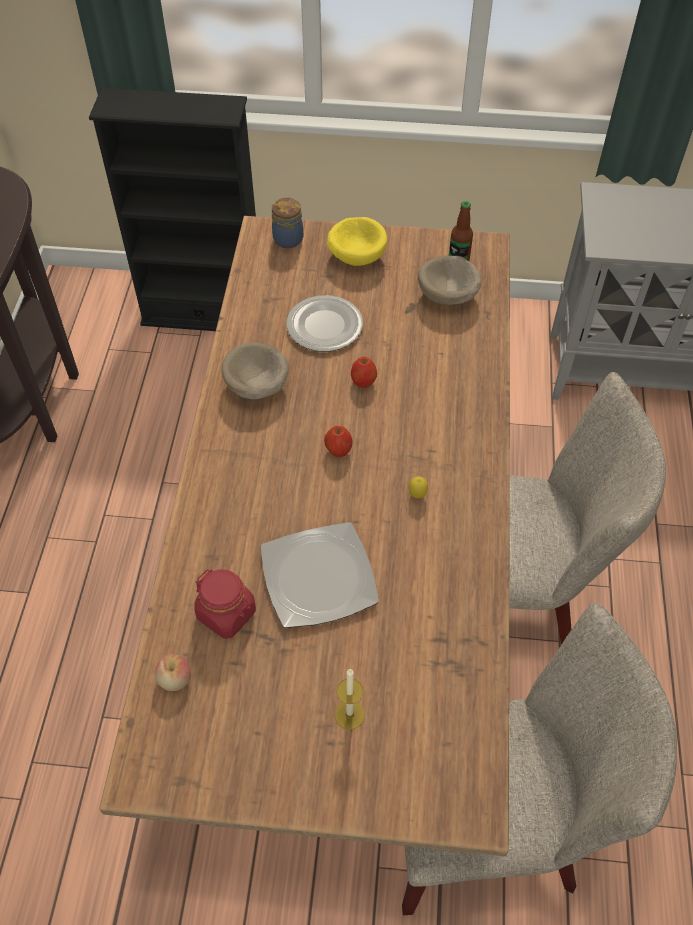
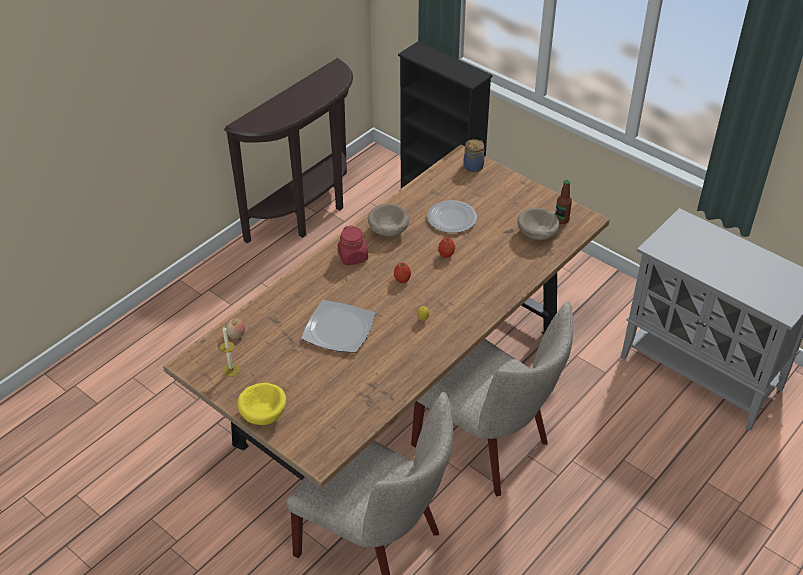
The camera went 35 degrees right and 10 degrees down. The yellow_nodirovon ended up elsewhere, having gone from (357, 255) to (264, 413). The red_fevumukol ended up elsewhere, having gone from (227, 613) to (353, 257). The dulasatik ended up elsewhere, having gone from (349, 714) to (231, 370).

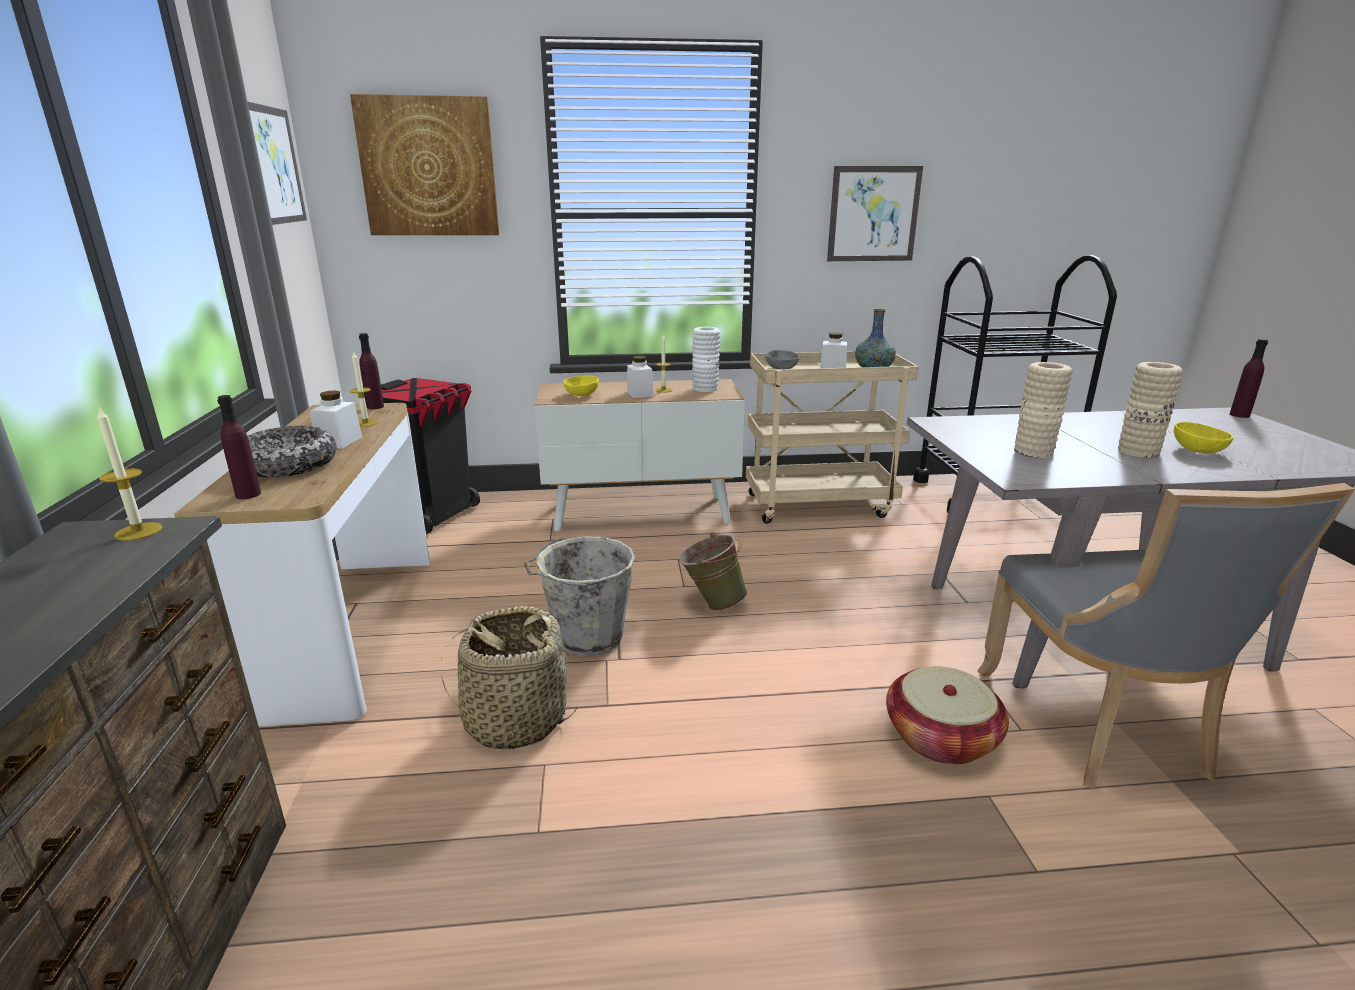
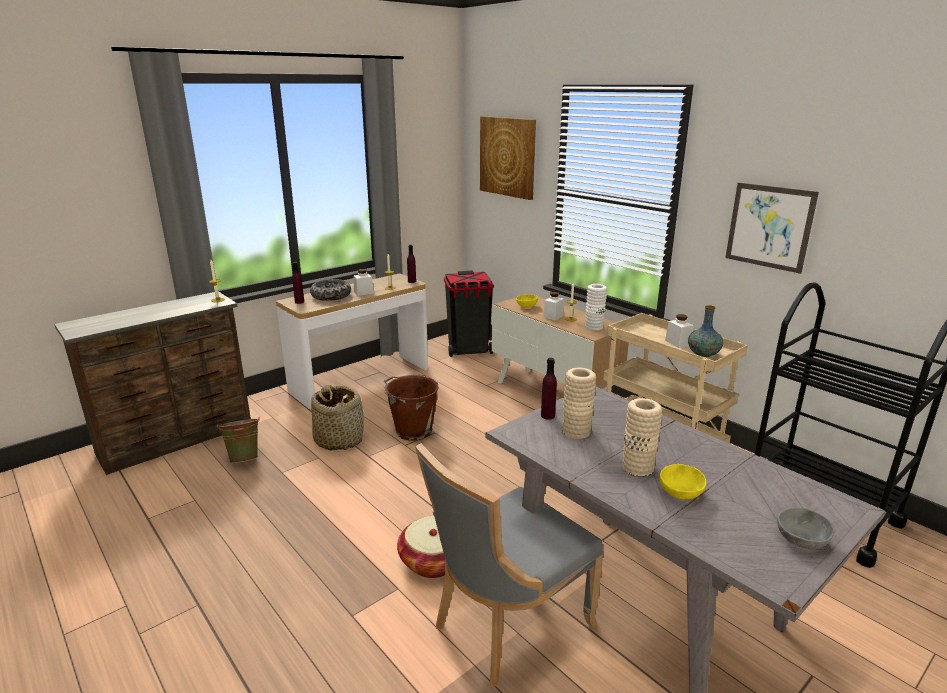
The camera went 55 degrees right and 0 degrees up. The second view lost the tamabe at (274, 165). The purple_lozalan ended up elsewhere, having gone from (1239, 415) to (547, 416). The grey_nodirovon ended up elsewhere, having gone from (782, 369) to (802, 541). The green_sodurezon ended up elsewhere, having gone from (712, 603) to (244, 458). What was the grey_sodurezon at (586, 638) turned into the brown_sodurezon at (412, 430).

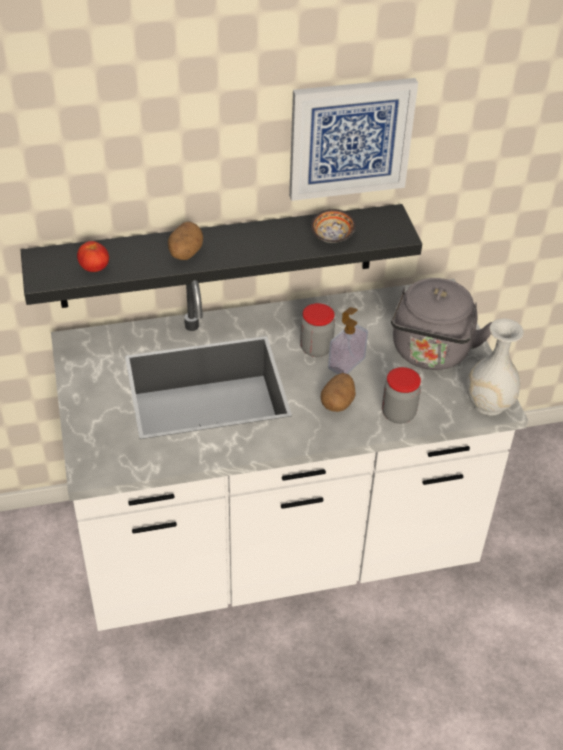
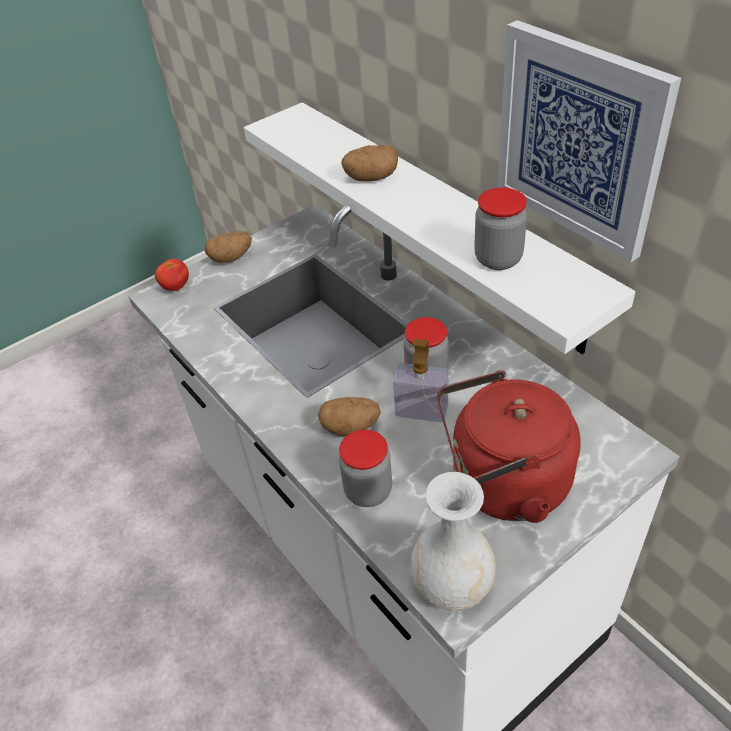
The camera went 70 degrees right and 0 degrees up. What was the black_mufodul at (218, 256) turned into the white_mufodul at (438, 219). Where the nodirovon stood at (332, 237), the fevumukol came to stand at (498, 259). The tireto ended up elsewhere, having gone from (94, 268) to (176, 287). What was the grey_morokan at (430, 353) turned into the red_morokan at (502, 484). The second view gained the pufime at (231, 258).

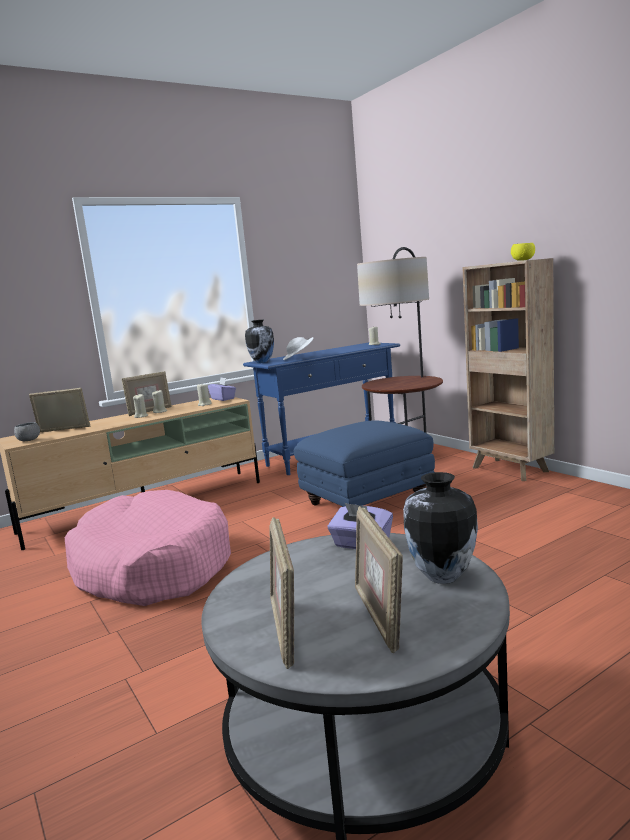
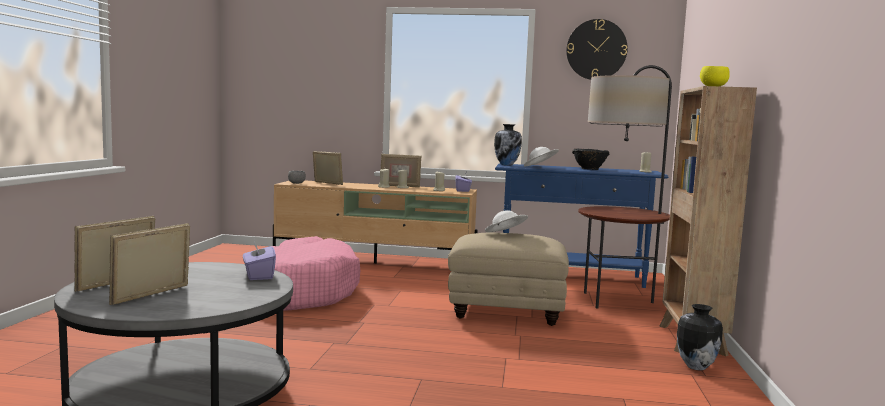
The camera went 40 degrees right and 5 degrees down. What was the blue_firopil at (366, 501) turned into the beige_firopil at (505, 312). The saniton ended up elsewhere, having gone from (441, 577) to (695, 367). The second view gained the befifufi at (596, 49). The second view gained the black_nodirovon at (589, 169). The second view gained the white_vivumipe at (505, 235).

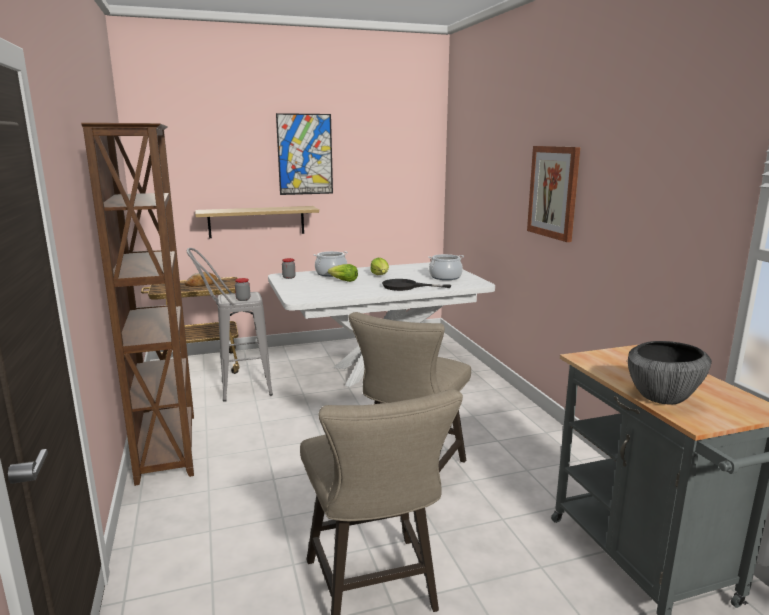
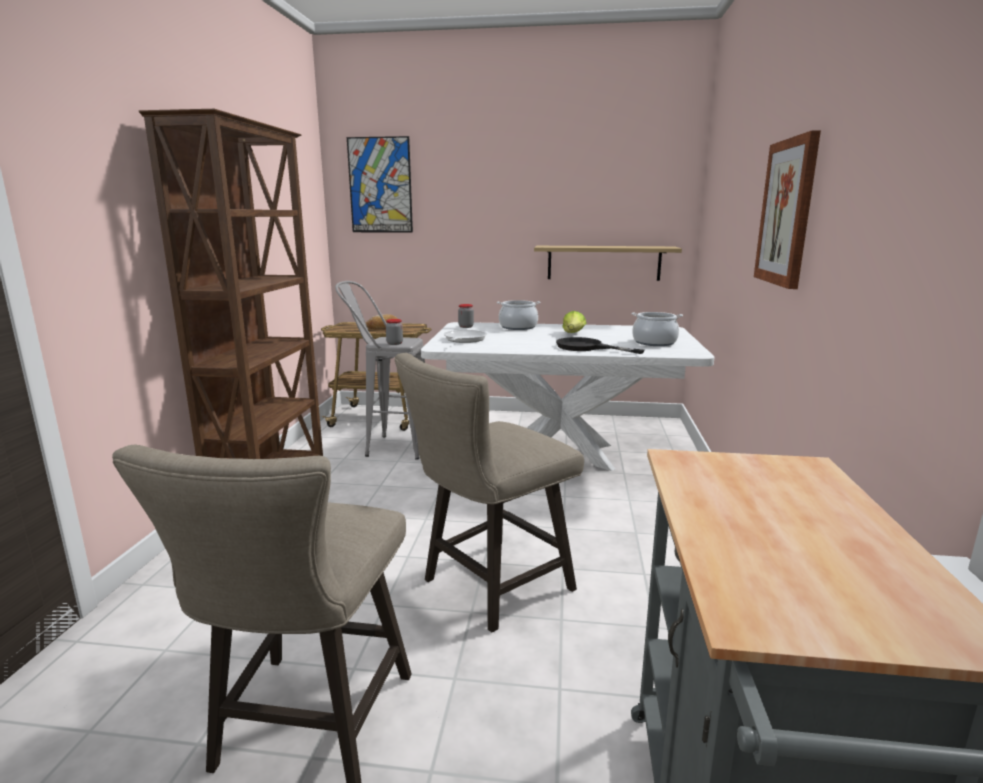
The camera went 25 degrees right and 0 degrees up. The tamabe ended up elsewhere, having gone from (305, 154) to (380, 185). The mufodul ended up elsewhere, having gone from (256, 221) to (603, 263). The second view lost the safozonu at (343, 281). The second view lost the nodirovon at (662, 397). The second view gained the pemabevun at (463, 340).

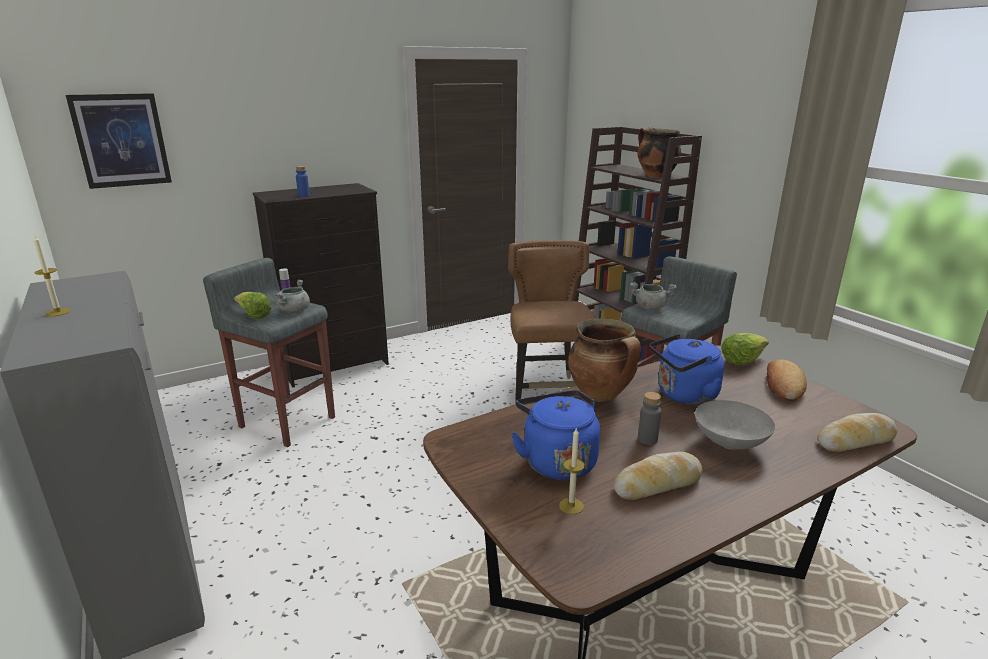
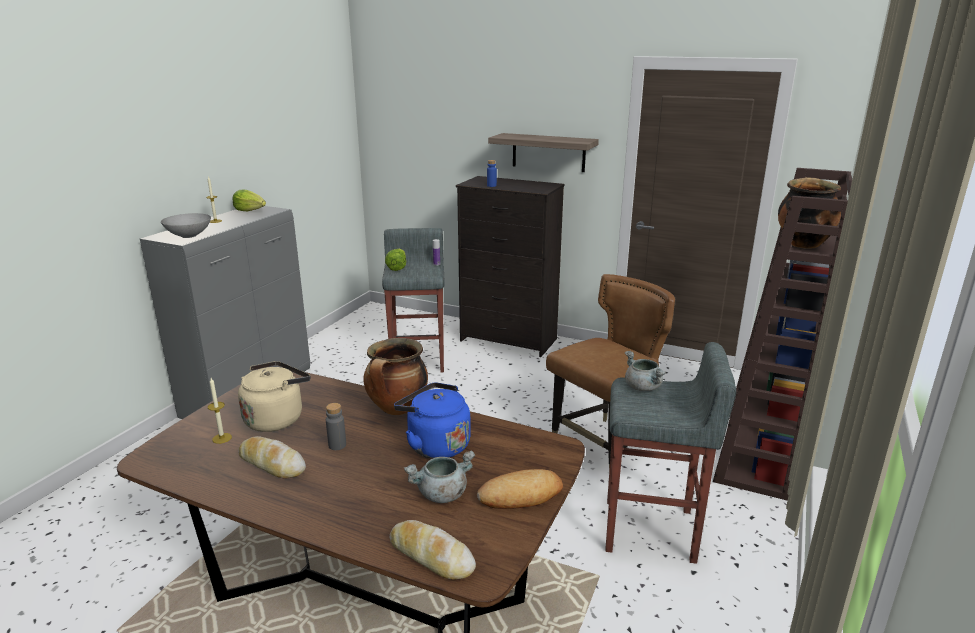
The camera went 55 degrees right and 0 degrees up. The second view lost the tamabe at (121, 140). The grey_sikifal ended up elsewhere, having gone from (294, 310) to (442, 495). The safozonu ended up elsewhere, having gone from (741, 360) to (250, 211). What was the blue_morokan at (556, 461) turned into the beige_morokan at (276, 418). The grey_nodirovon ended up elsewhere, having gone from (729, 443) to (188, 236). The second view gained the mufodul at (548, 152).

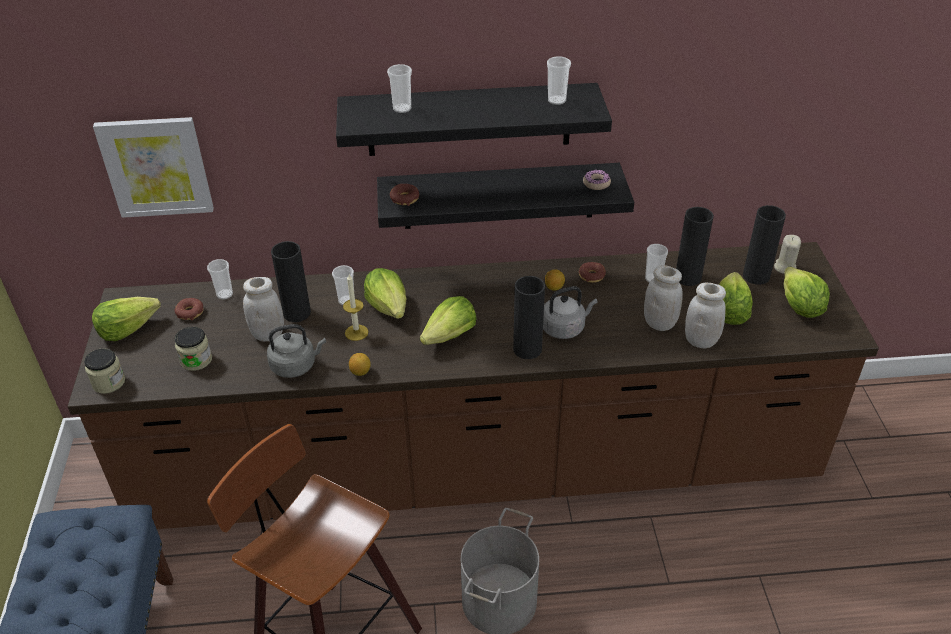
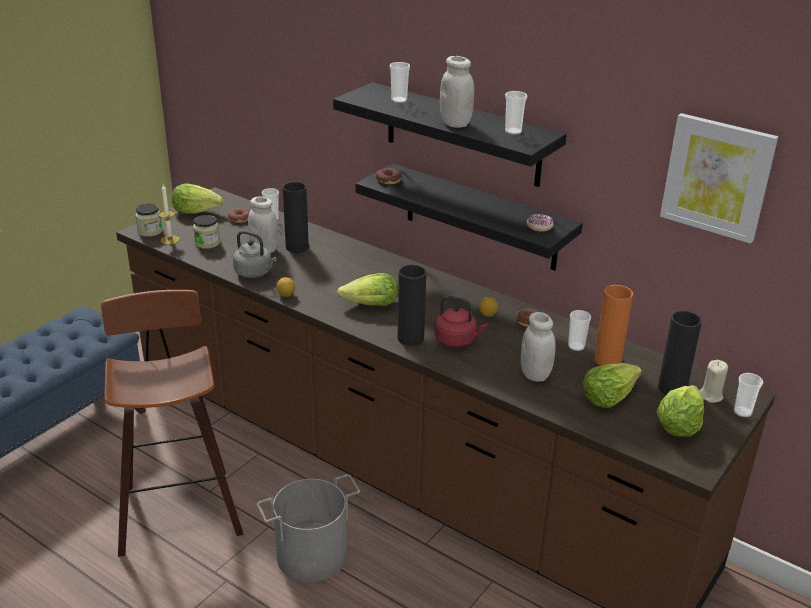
The camera went 40 degrees right and 10 degrees down. The tamabe ended up elsewhere, having gone from (156, 166) to (717, 177). What was the black_saniton at (688, 277) turned into the orange_saniton at (607, 360). The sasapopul ended up elsewhere, having gone from (346, 301) to (742, 412). The second view lost the safozonu at (389, 307). The dulasatik ended up elsewhere, having gone from (356, 332) to (170, 240). The white_fevumukol ended up elsewhere, having gone from (700, 341) to (455, 123). What was the grey_morokan at (565, 328) turned into the red_morokan at (457, 340).

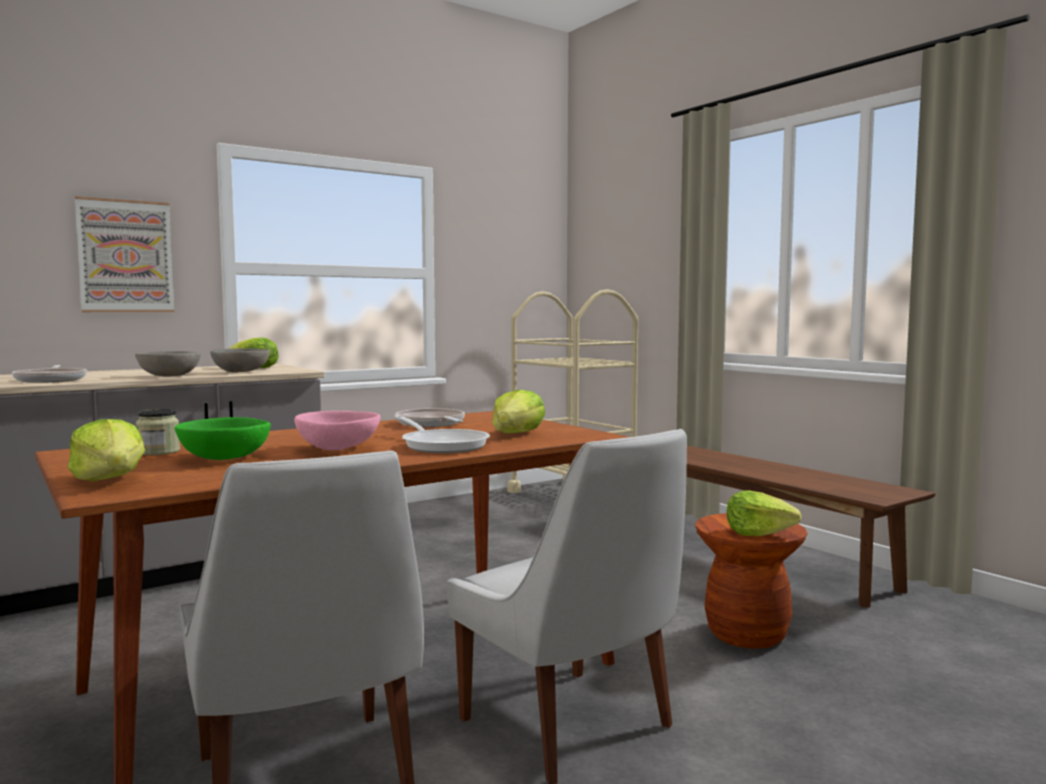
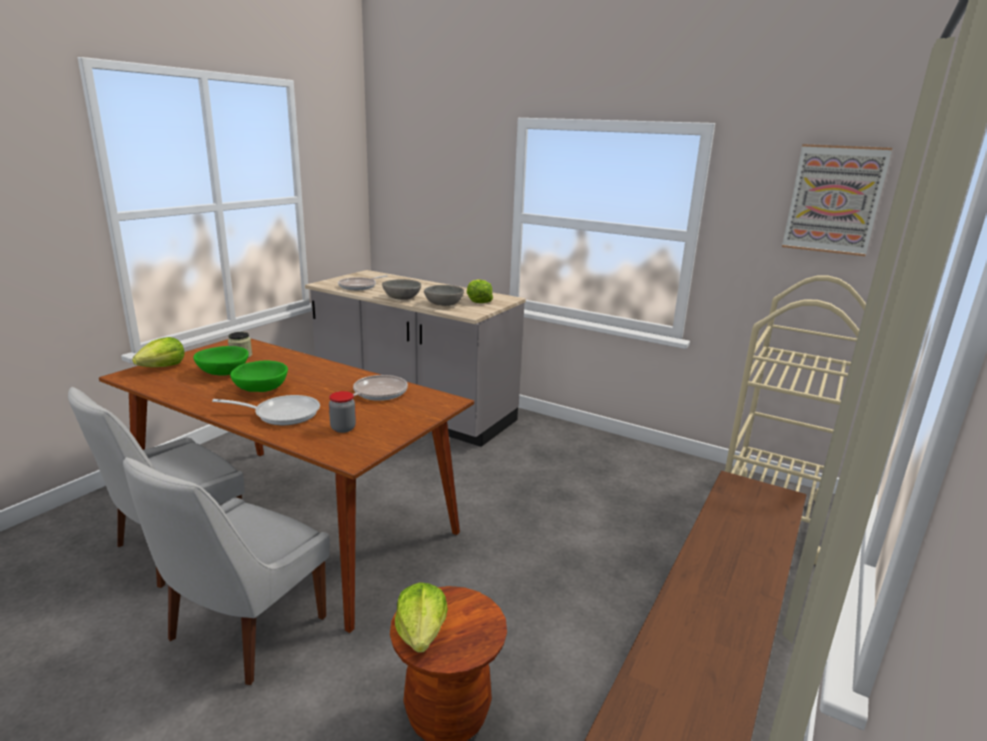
The camera went 65 degrees right and 15 degrees up. The tamabe ended up elsewhere, having gone from (125, 256) to (834, 199). Where the safozonu stood at (516, 434), the fevumukol came to stand at (343, 428). What was the pink_nodirovon at (337, 448) turned into the green_nodirovon at (260, 389). The pemabevun at (442, 445) ended up facing another way, 120 degrees counterclockwise from before.

